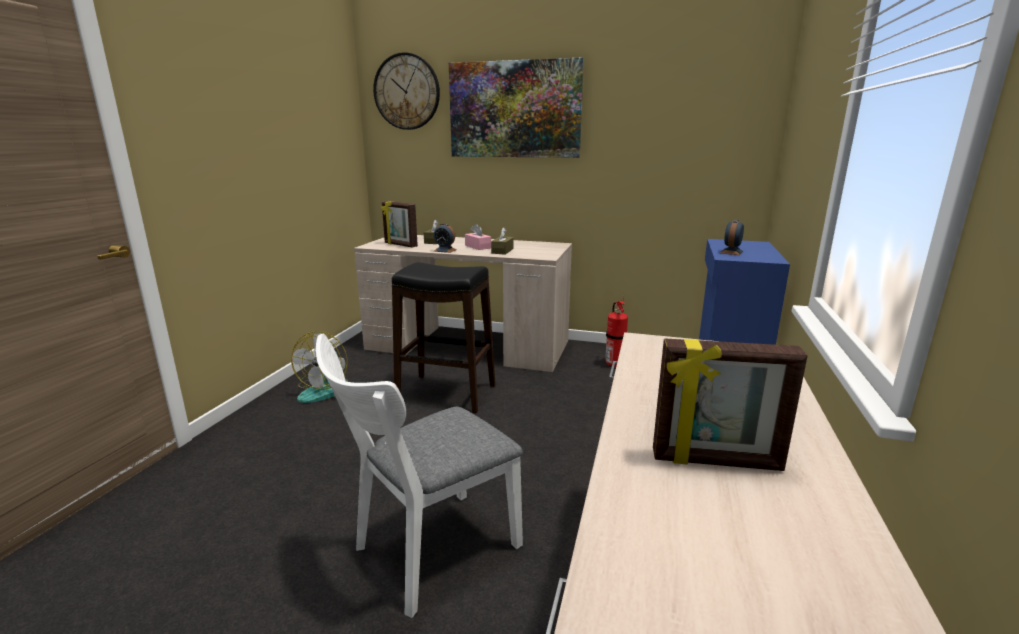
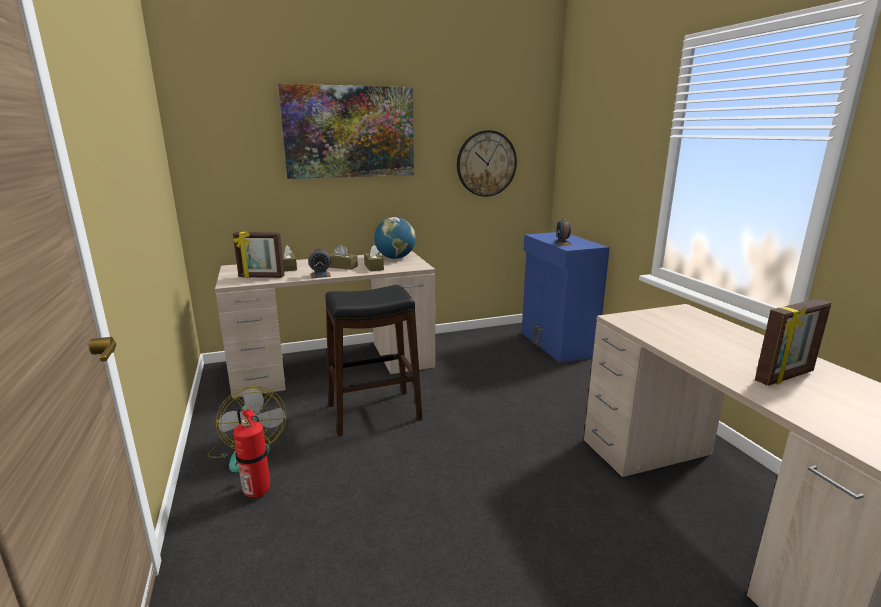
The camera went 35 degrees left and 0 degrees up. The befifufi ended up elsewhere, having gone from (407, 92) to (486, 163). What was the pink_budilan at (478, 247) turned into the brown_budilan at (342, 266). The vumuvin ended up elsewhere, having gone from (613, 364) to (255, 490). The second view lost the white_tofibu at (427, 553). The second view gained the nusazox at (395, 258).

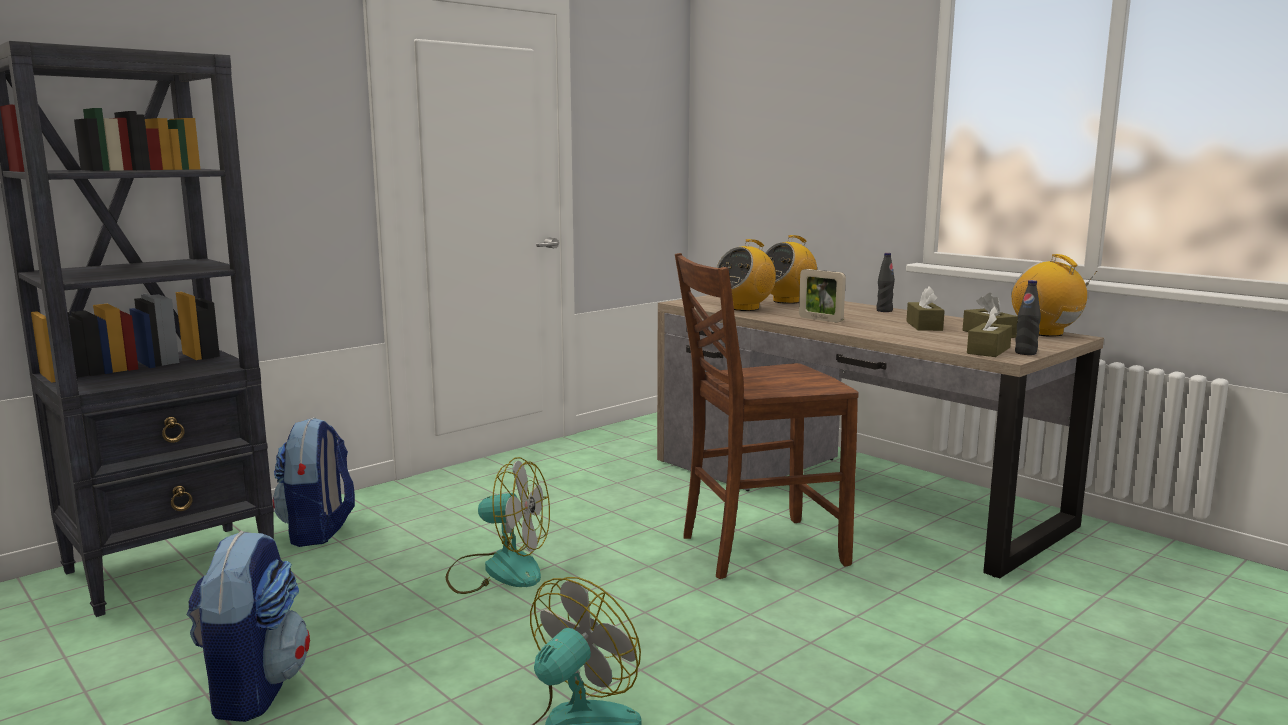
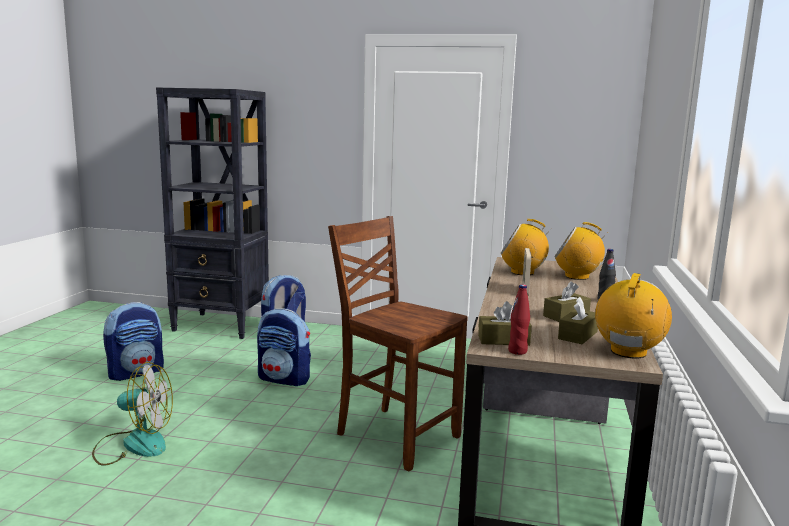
The camera went 55 degrees right and 0 degrees up. What was the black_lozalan at (1025, 353) turned into the red_lozalan at (517, 351). Where the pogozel stood at (498, 570), the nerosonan came to stand at (284, 379).

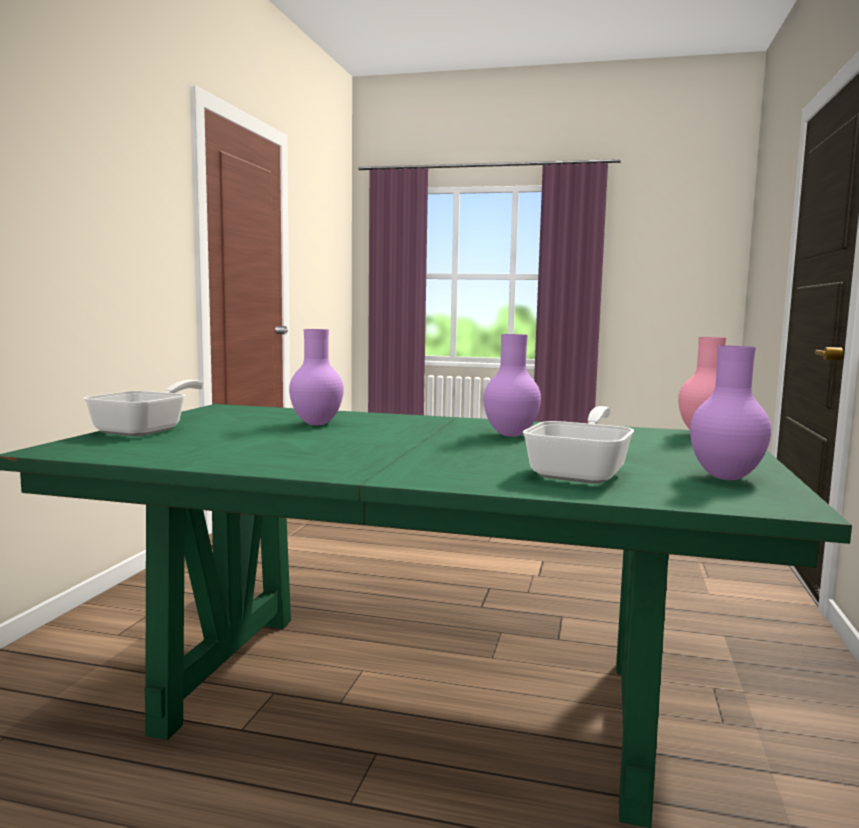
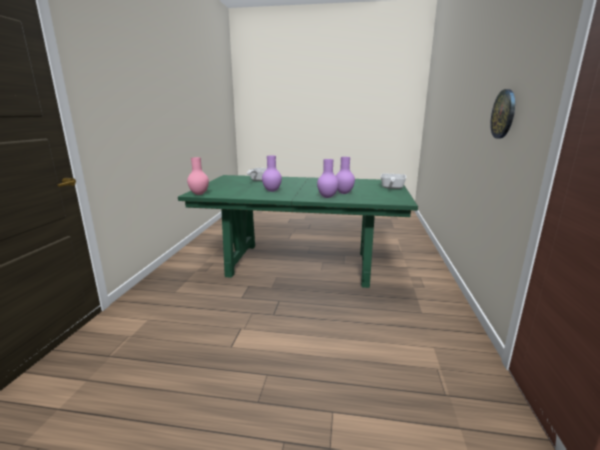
The camera went 175 degrees right and 10 degrees up. The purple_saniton ended up elsewhere, having gone from (724, 477) to (328, 197). The second view gained the befifufi at (503, 114).

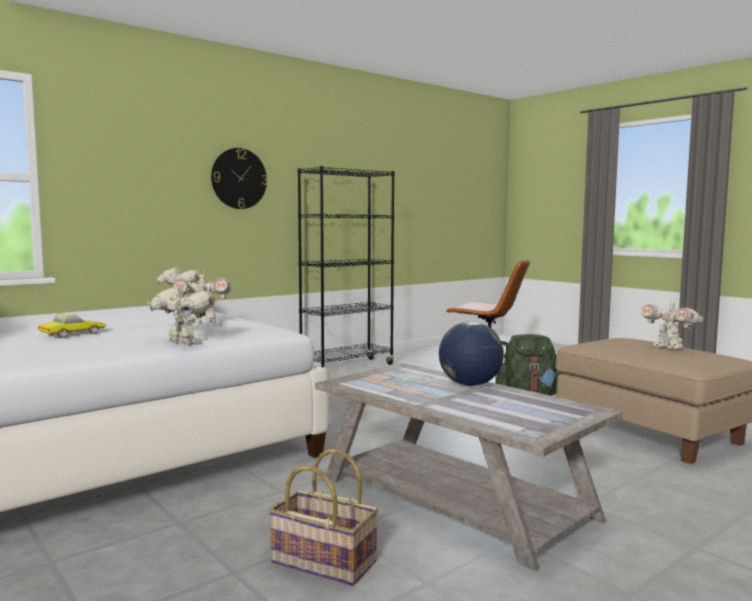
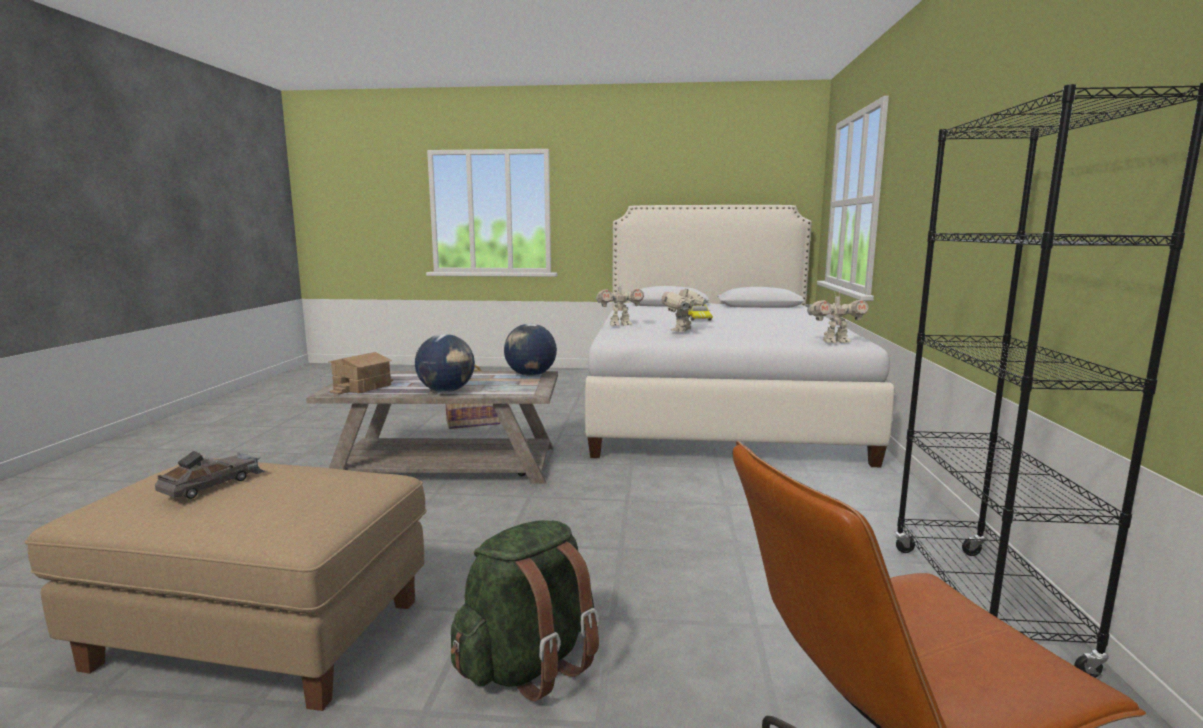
The camera went 135 degrees right and 5 degrees up. The second view lost the befifufi at (239, 178). Where the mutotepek stood at (668, 347), the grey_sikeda came to stand at (214, 484). The second view gained the nusazox at (530, 375). The second view gained the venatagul at (363, 387).

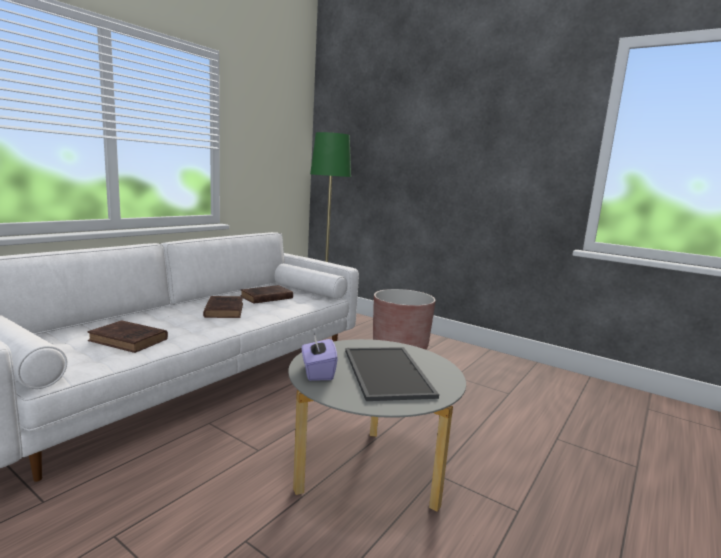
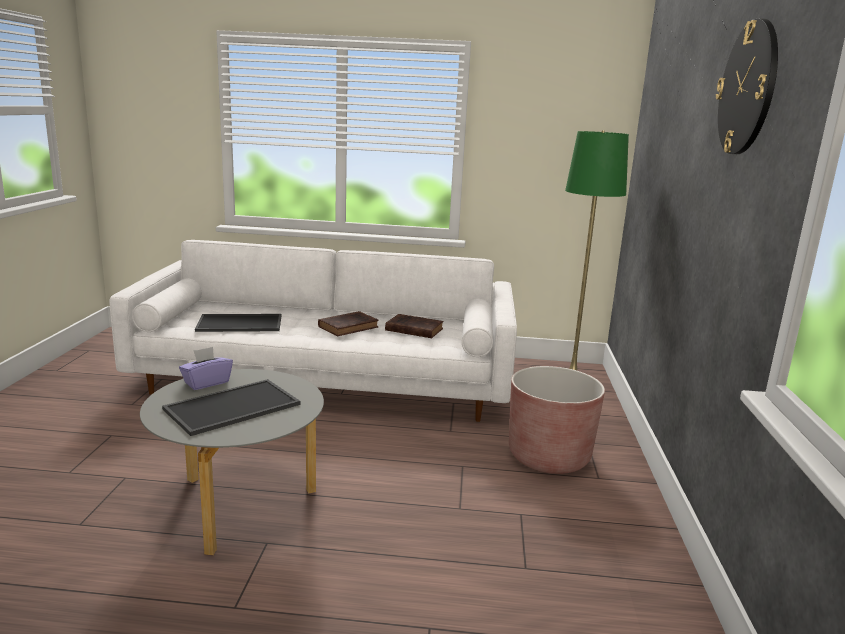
The camera went 60 degrees right and 5 degrees up. Where the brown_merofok stood at (130, 340), the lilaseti came to stand at (239, 324). The second view gained the befifufi at (748, 88).

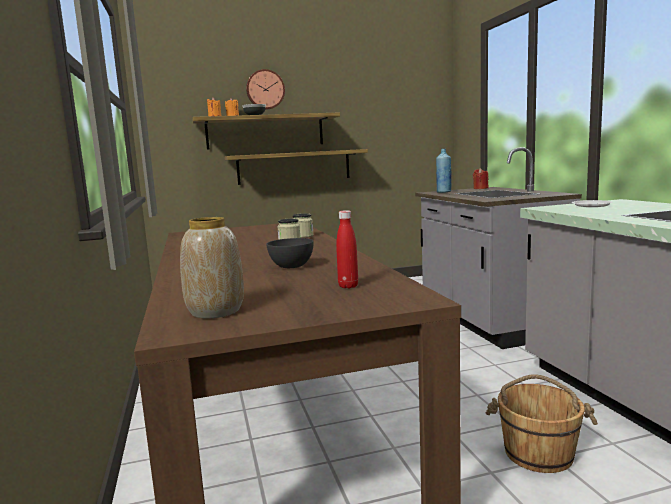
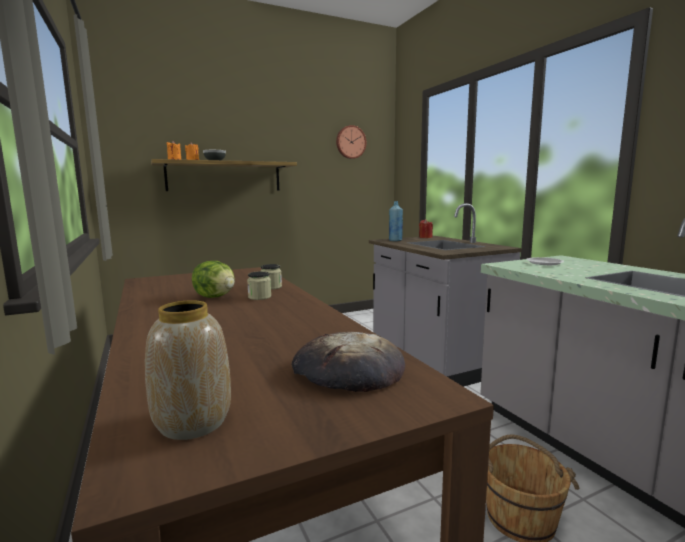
The camera went 10 degrees left and 0 degrees up. The befifufi ended up elsewhere, having gone from (265, 89) to (350, 142). The second view lost the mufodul at (294, 167). Where the red_lozalan stood at (348, 286), the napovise came to stand at (348, 370). The second view lost the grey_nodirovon at (291, 266). The second view gained the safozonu at (216, 296).

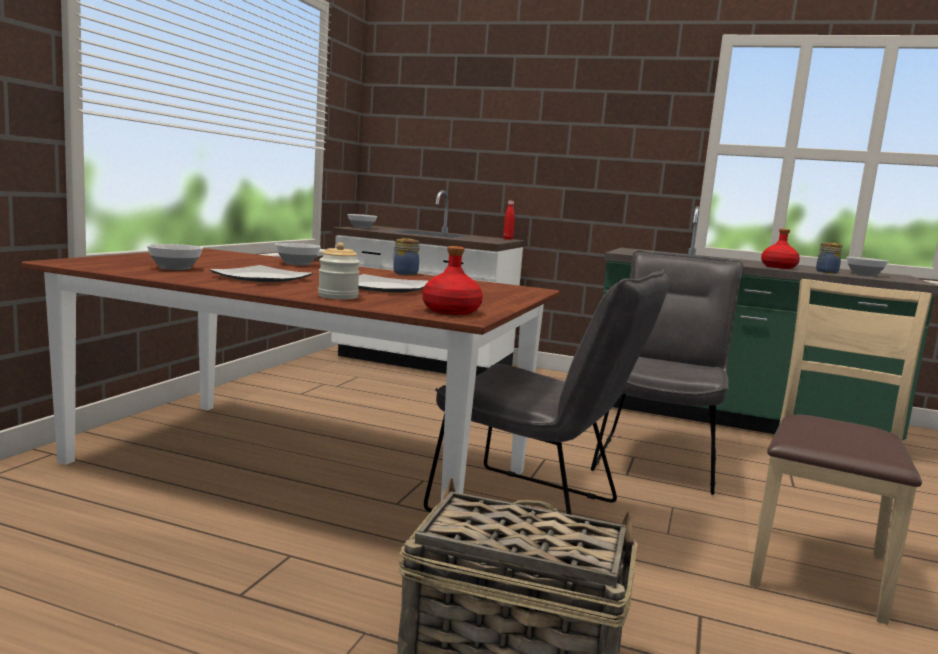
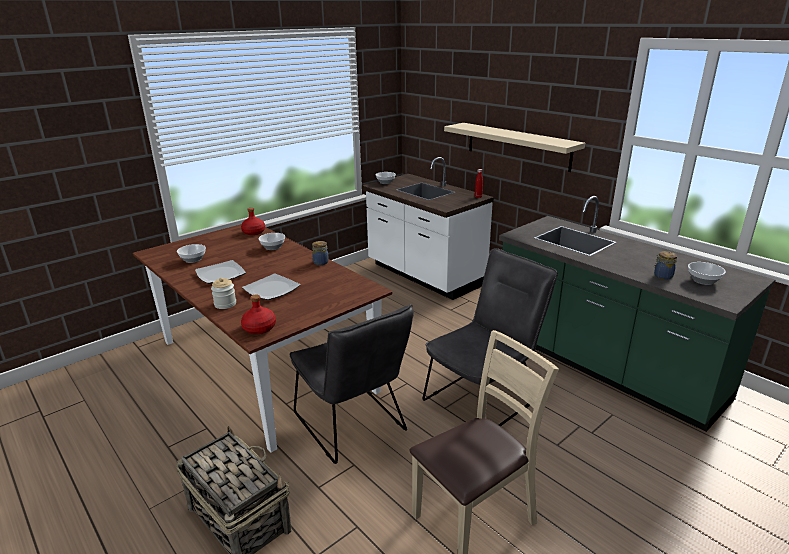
The camera went 30 degrees right and 15 degrees up. The red_lozalan ended up elsewhere, having gone from (779, 267) to (253, 232). The second view gained the beige_mufodul at (517, 146).

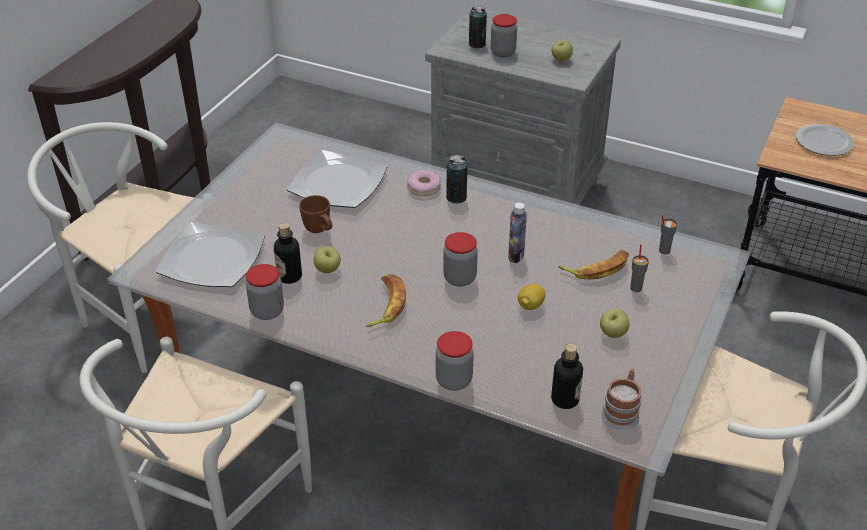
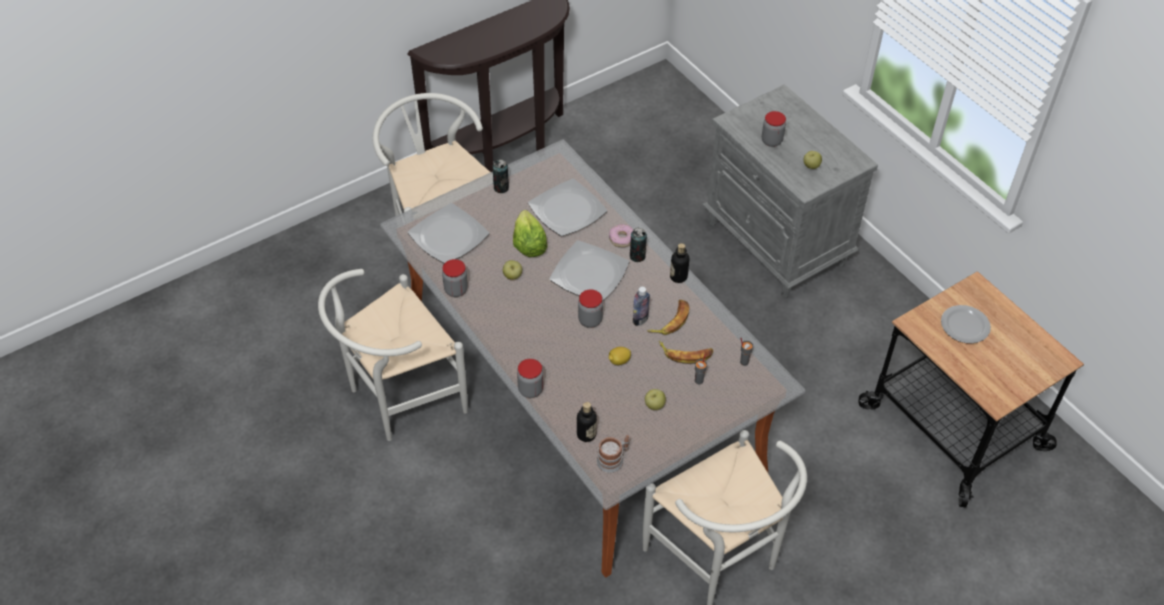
The camera went 30 degrees right and 10 degrees up. The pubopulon ended up elsewhere, having gone from (477, 44) to (501, 188). Where the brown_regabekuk stood at (320, 231), the safozonu came to stand at (528, 244). The lozalan ended up elsewhere, having gone from (289, 276) to (678, 277). The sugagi ended up elsewhere, having gone from (385, 305) to (670, 320). The second view gained the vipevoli at (589, 273).

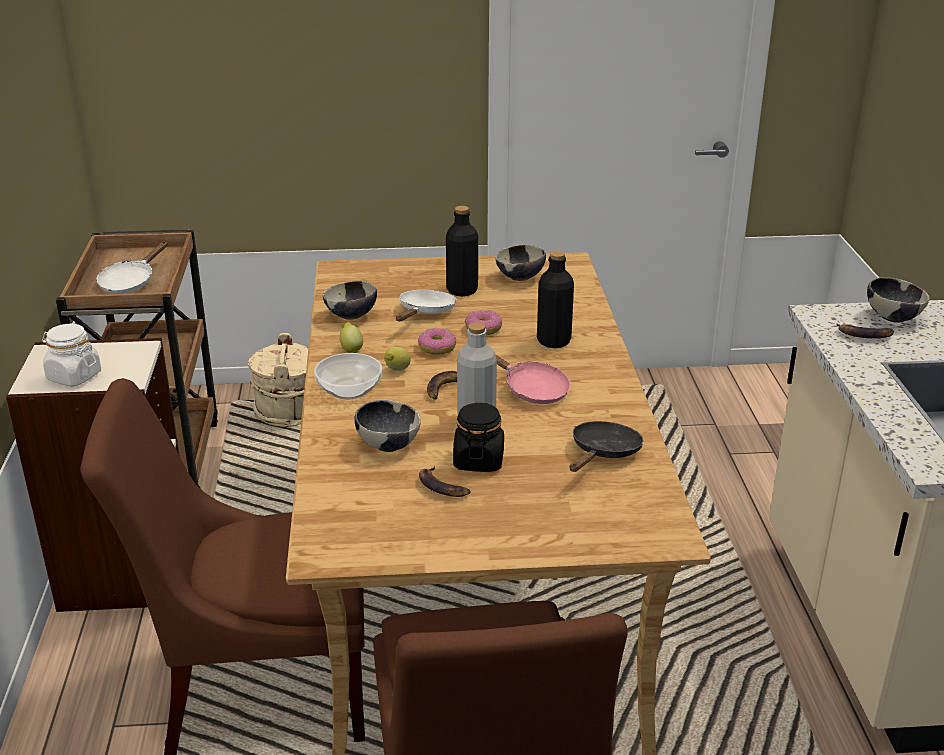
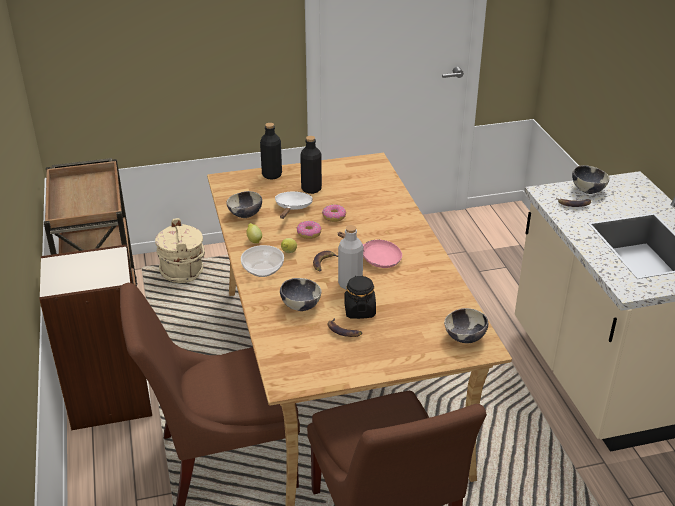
The camera went 10 degrees left and 5 degrees up. The second view lost the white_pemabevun at (130, 282). The nodirovon ended up elsewhere, having gone from (520, 278) to (465, 338). The black_lozalan ended up elsewhere, having gone from (553, 341) to (272, 175). The second view lost the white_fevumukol at (74, 376). The second view lost the black_pemabevun at (603, 453).

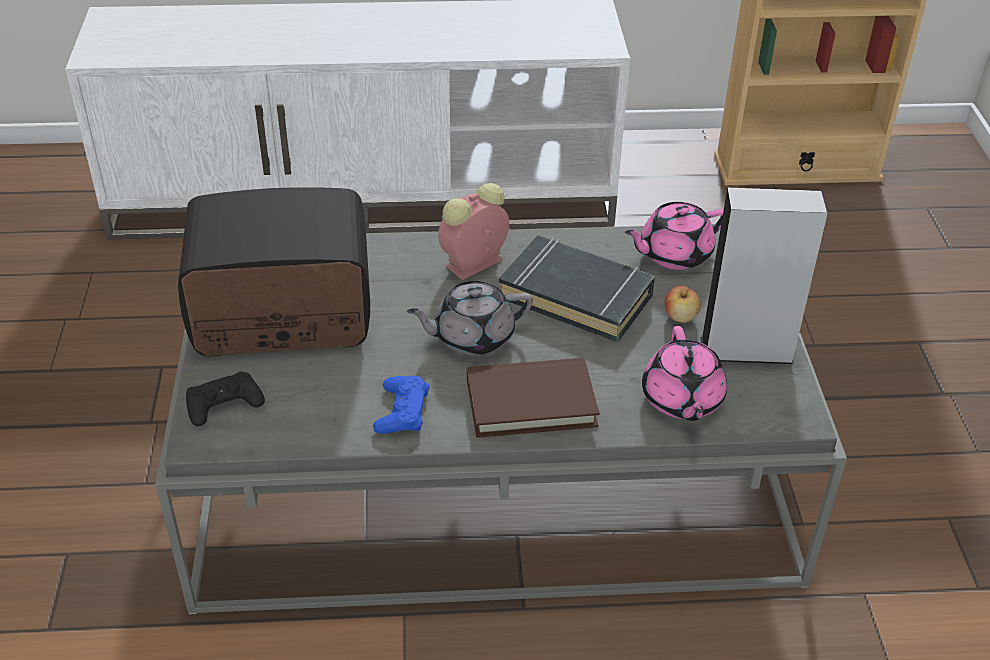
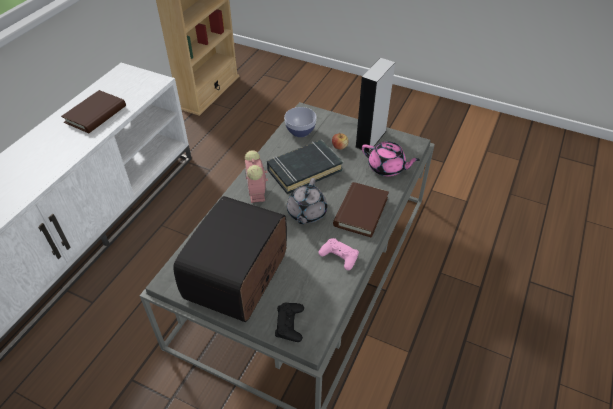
The camera went 60 degrees left and 5 degrees up. Where the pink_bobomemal stood at (673, 254), the nodirovon came to stand at (300, 131). What was the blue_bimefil at (402, 411) turned into the pink_bimefil at (339, 256). The second view gained the brown_merofok at (95, 114).

